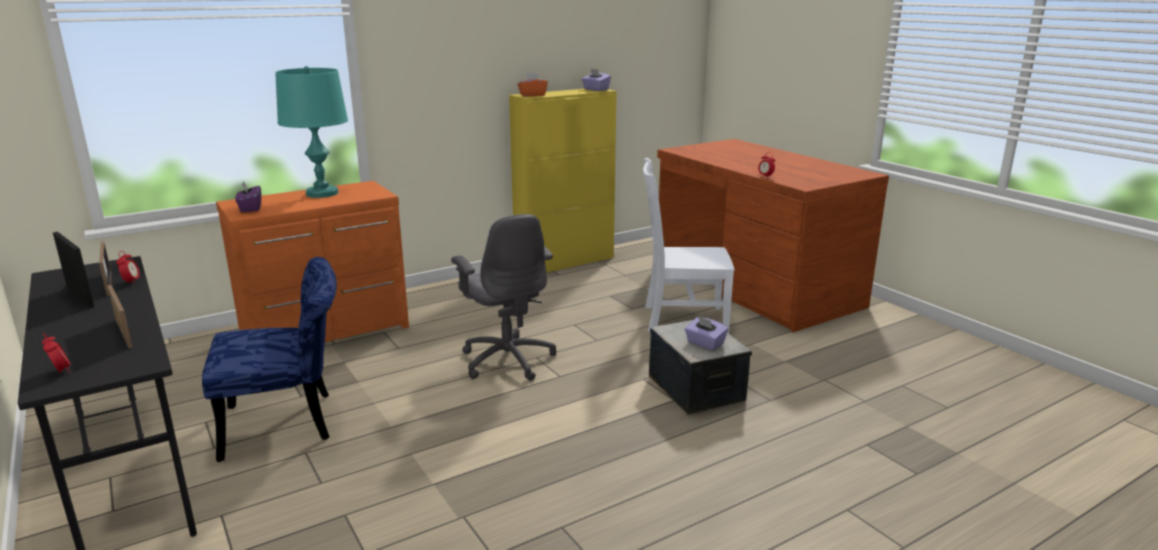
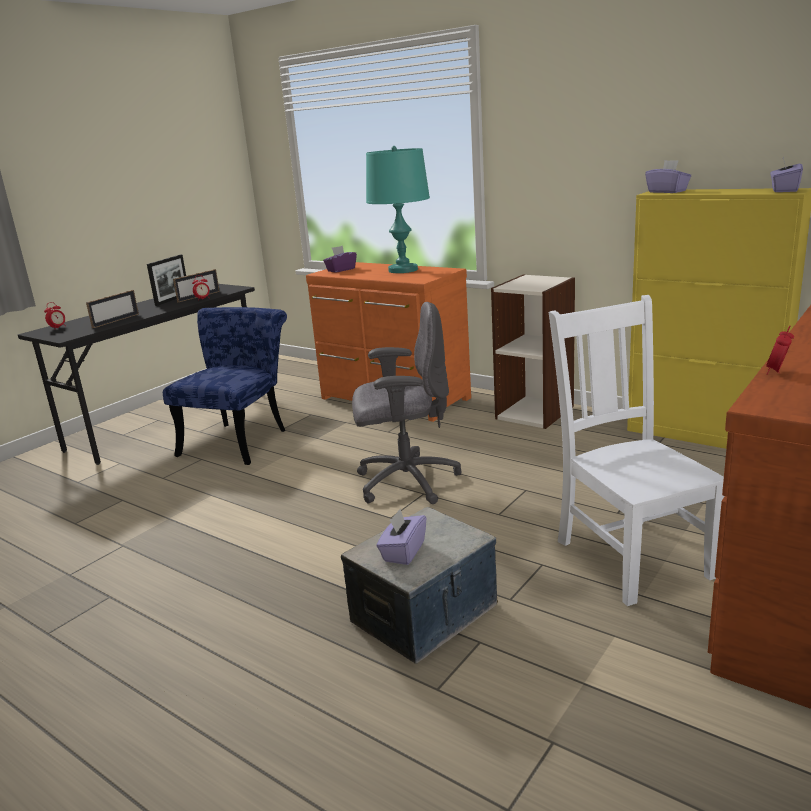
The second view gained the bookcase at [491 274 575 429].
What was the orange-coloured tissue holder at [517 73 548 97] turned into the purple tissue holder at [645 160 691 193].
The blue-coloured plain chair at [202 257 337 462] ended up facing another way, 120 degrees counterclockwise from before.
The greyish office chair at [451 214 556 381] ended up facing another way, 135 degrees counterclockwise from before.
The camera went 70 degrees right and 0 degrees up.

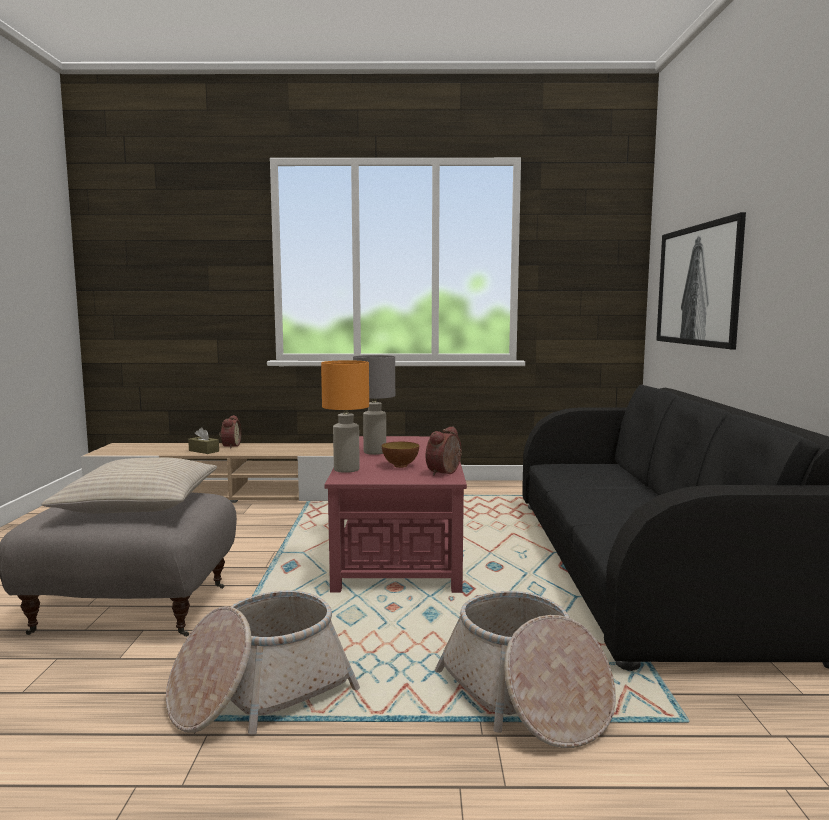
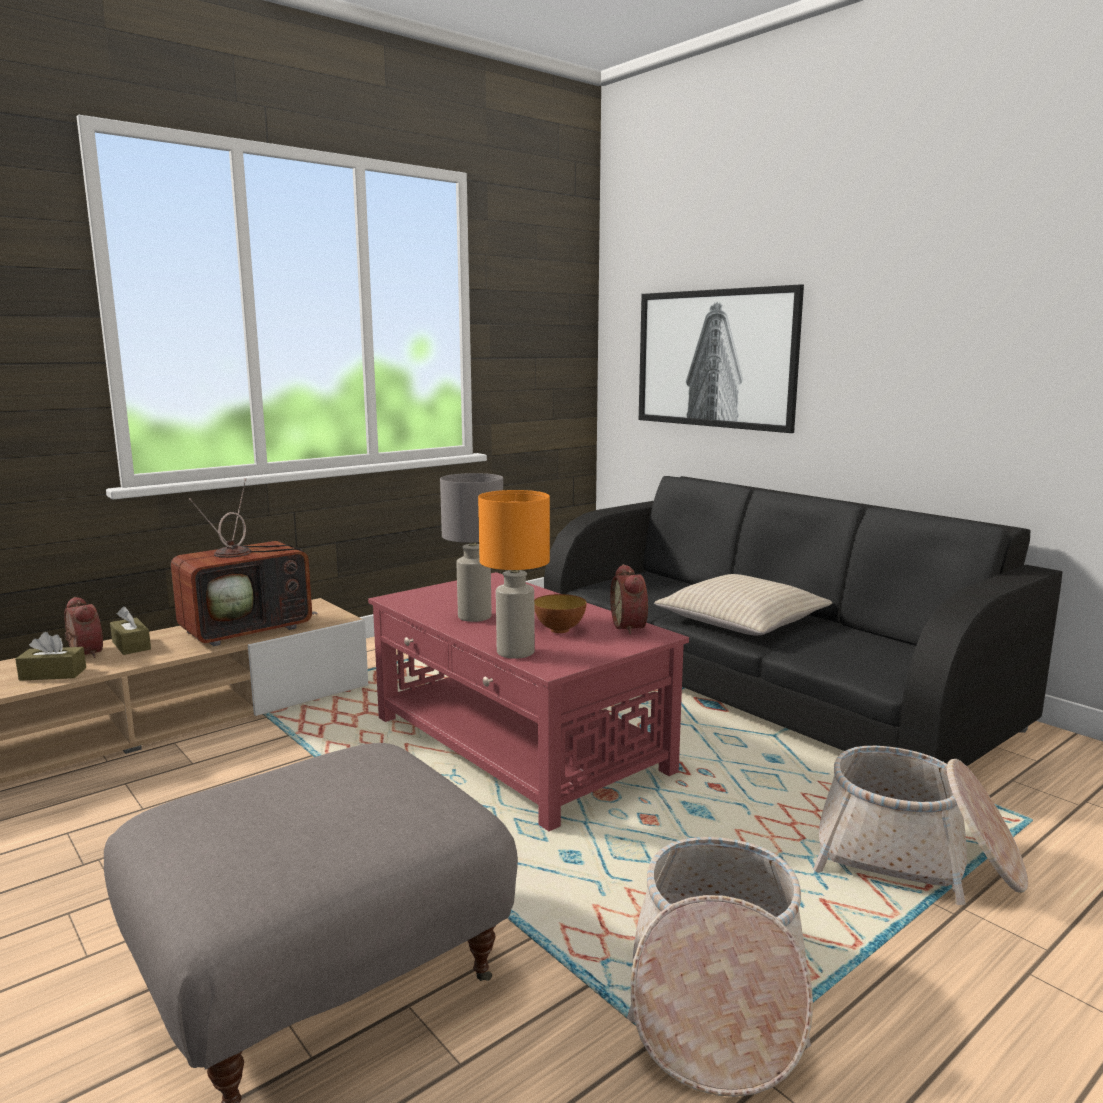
The second view gained the brown-coloured tissue holder at [110 606 151 655].
The second view gained the television at [171 478 318 646].
The beige throw pillow ended up elsewhere, having gone from [42 457 217 513] to [654 574 832 636].
The camera went 40 degrees left and 5 degrees up.

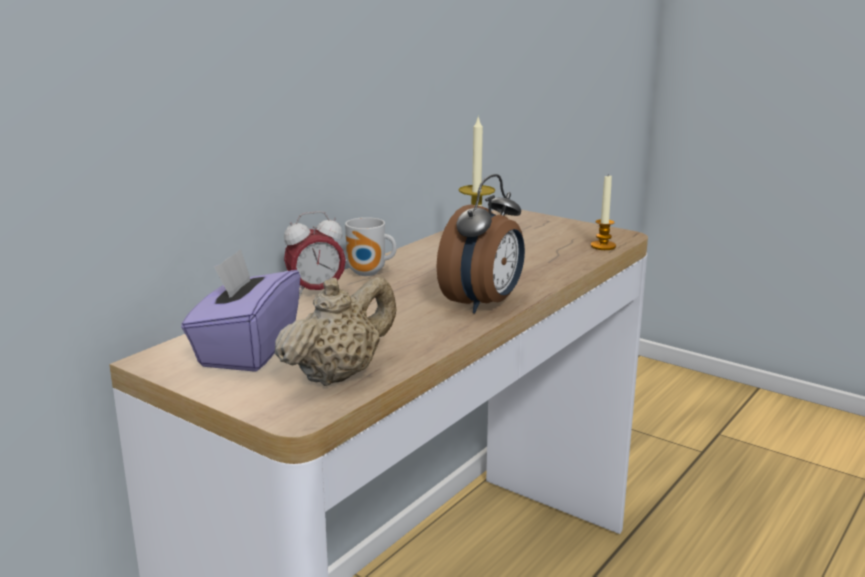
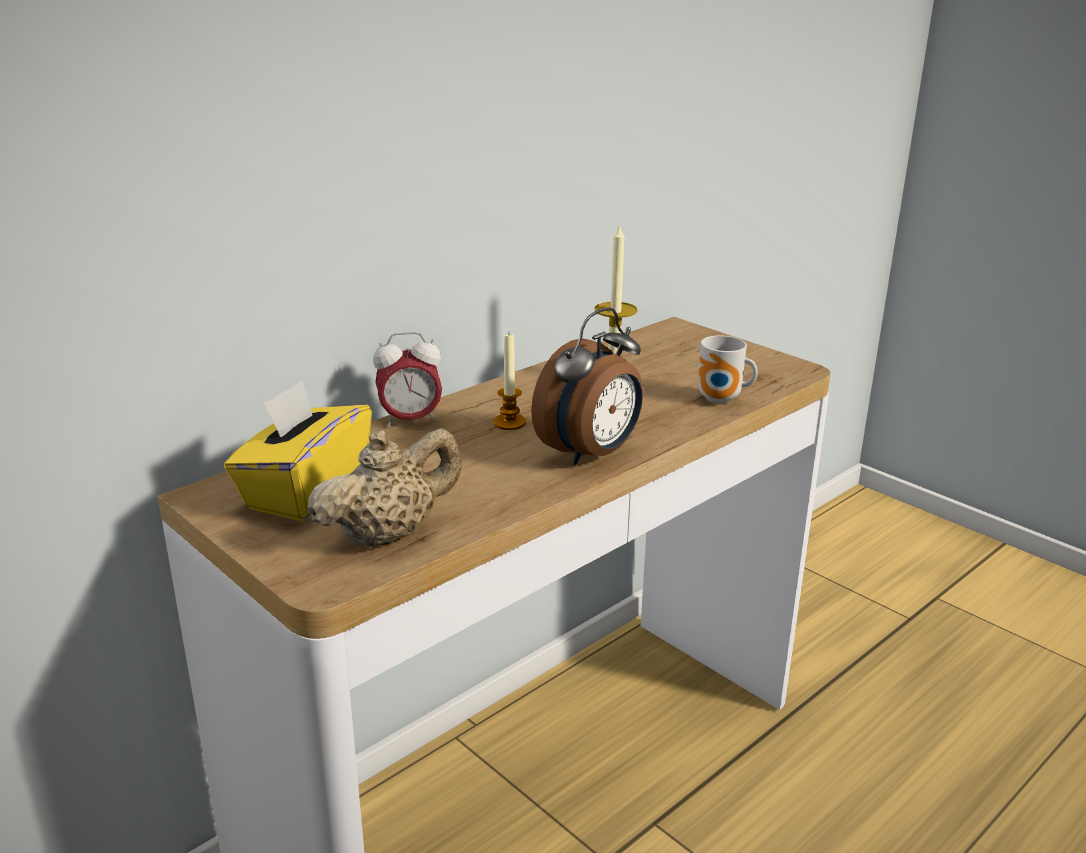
The tea mug ended up elsewhere, having gone from [345 217 397 276] to [698 335 758 403].
The wax candle ended up elsewhere, having gone from [591 176 616 250] to [493 334 526 430].
What was the purple tissue holder at [181 249 300 372] turned into the yellow tissue holder at [224 380 372 521].
The camera went 10 degrees right and 5 degrees up.

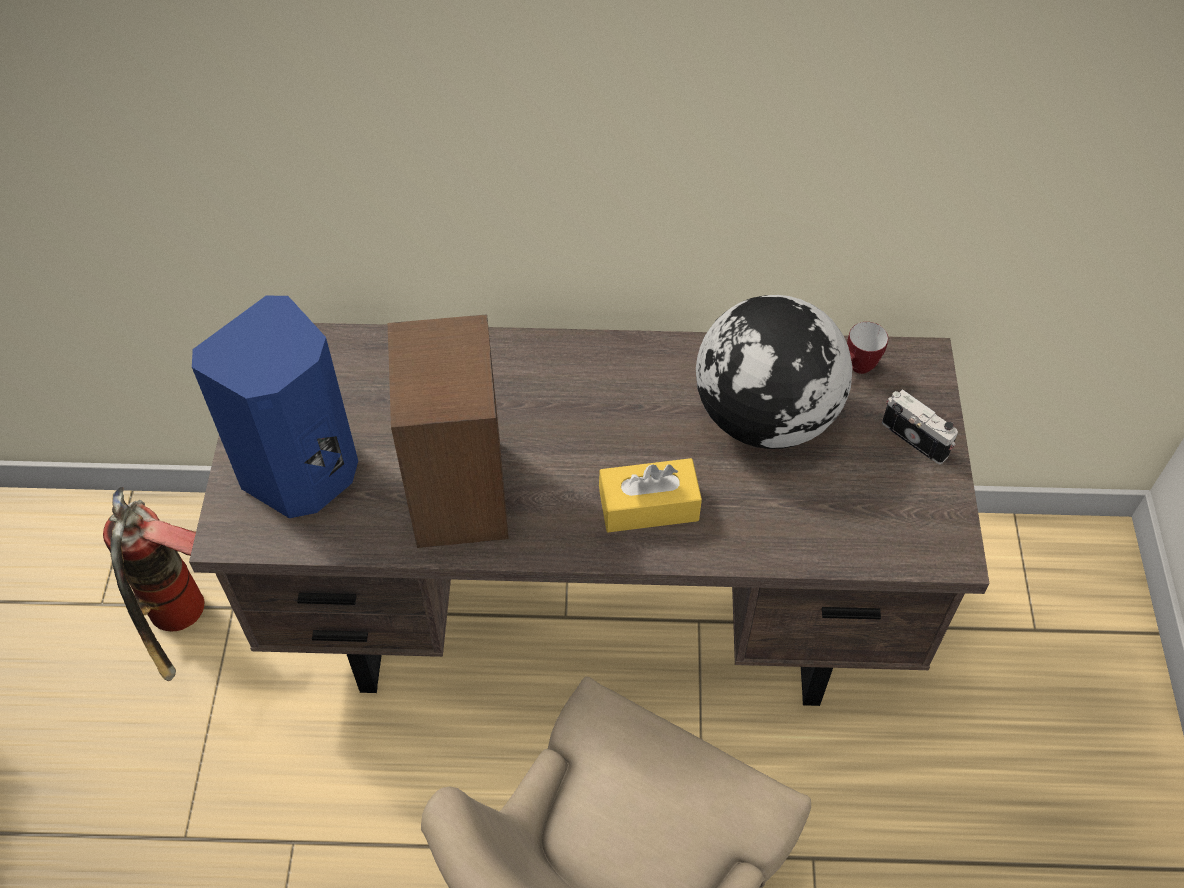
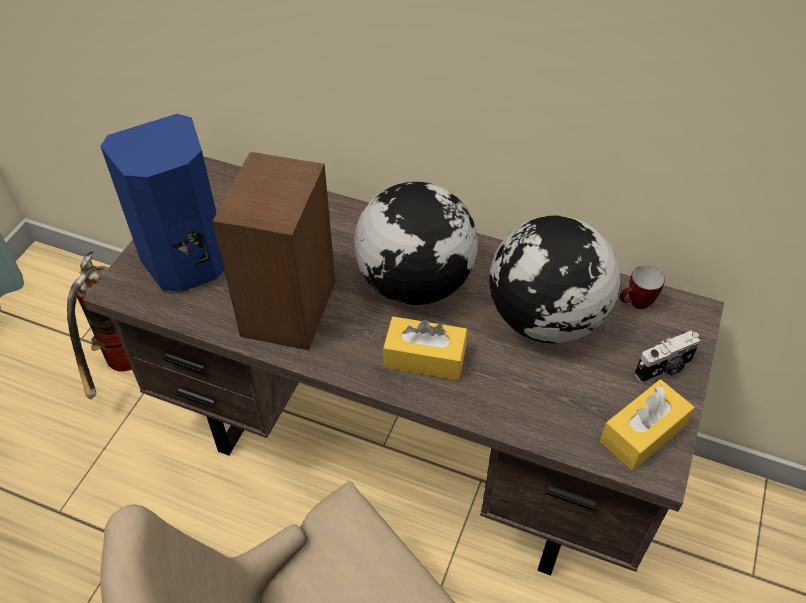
The second view gained the world globe at [354 182 478 305].
The second view gained the yellow tissue holder at [600 379 694 471].
The still camera at [882 389 958 464] ended up facing another way, 90 degrees clockwise from before.
The camera went 20 degrees right and 5 degrees down.

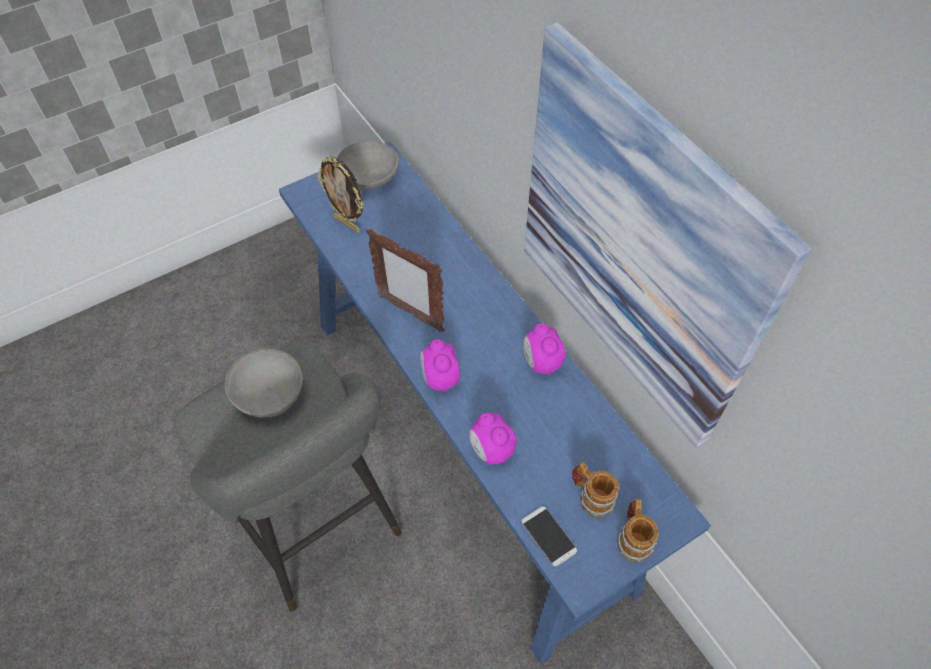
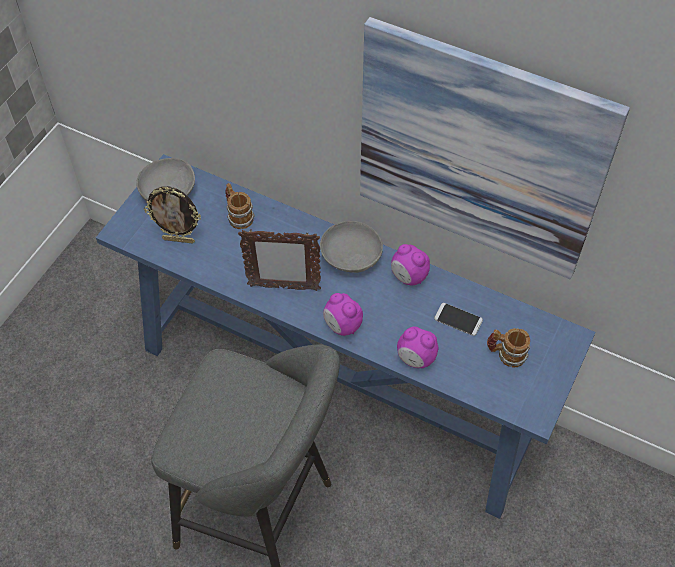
The greyish serving bowl ended up elsewhere, having gone from [225 349 303 418] to [320 221 383 273].
The telephone ended up elsewhere, having gone from [522 506 577 566] to [434 303 483 336].
The tea mug ended up elsewhere, having gone from [617 498 659 562] to [225 183 255 229].
The camera went 30 degrees left and 0 degrees up.

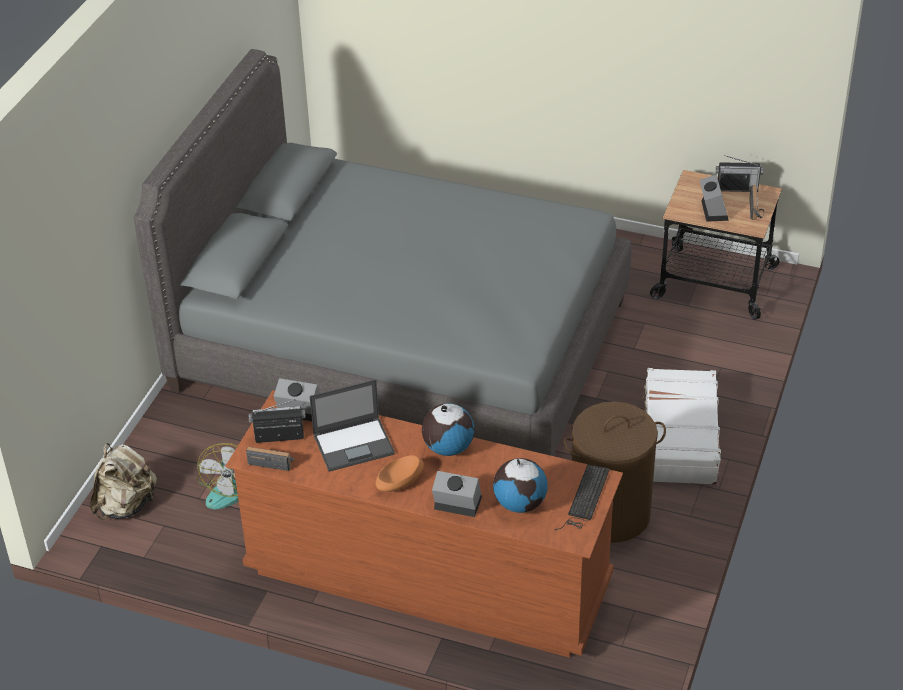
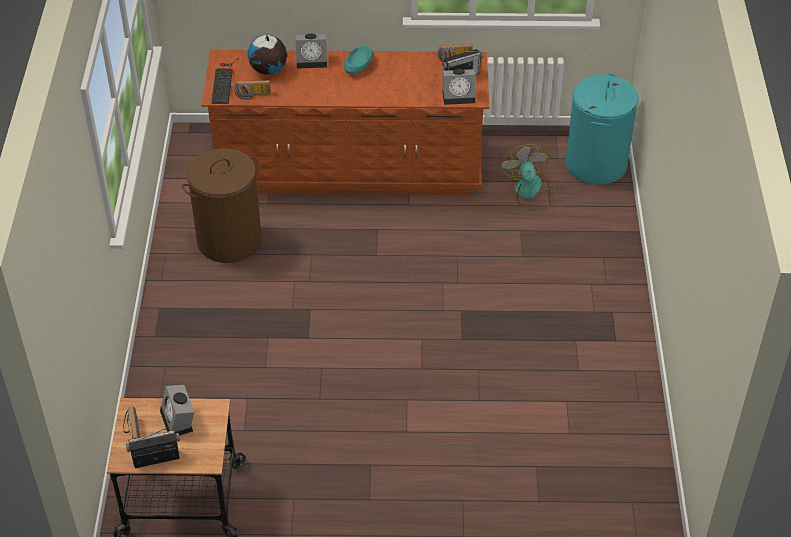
The second view lost the greyish sleeping bed at [133 49 632 456].
The second view lost the laptop at [310 379 395 472].
The second view lost the world globe at [422 403 474 456].
The second view lost the white suitcase at [640 368 721 485].
The second view gained the radio receiver at [234 80 271 100].
Where the beige rucksack stood at [90 443 157 520], the blue-green hamper came to stand at [566 73 638 185].
What was the orange-coloured serving bowl at [376 455 424 492] turned into the blue-green serving bowl at [344 45 373 74].
The camera went 160 degrees right and 5 degrees up.

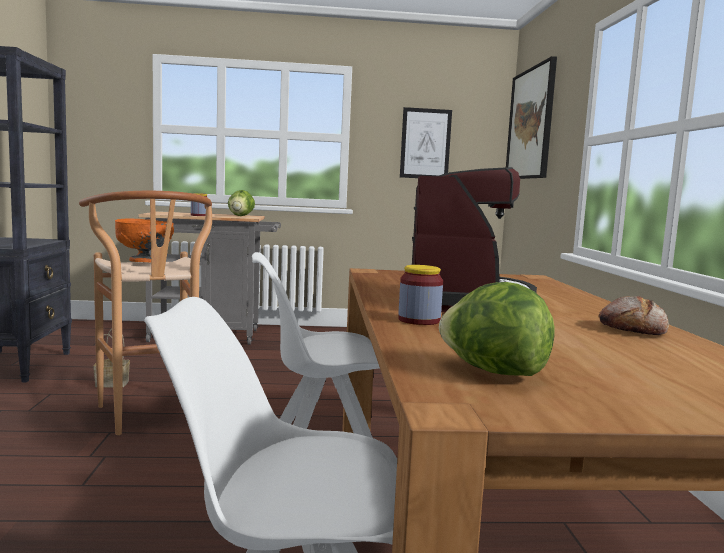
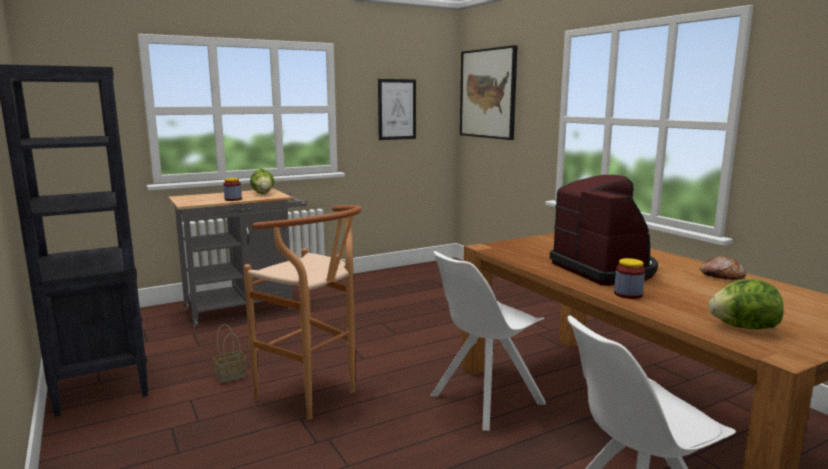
The second view lost the orange-coloured serving bowl at [115 219 174 262].
The camera went 25 degrees left and 5 degrees up.

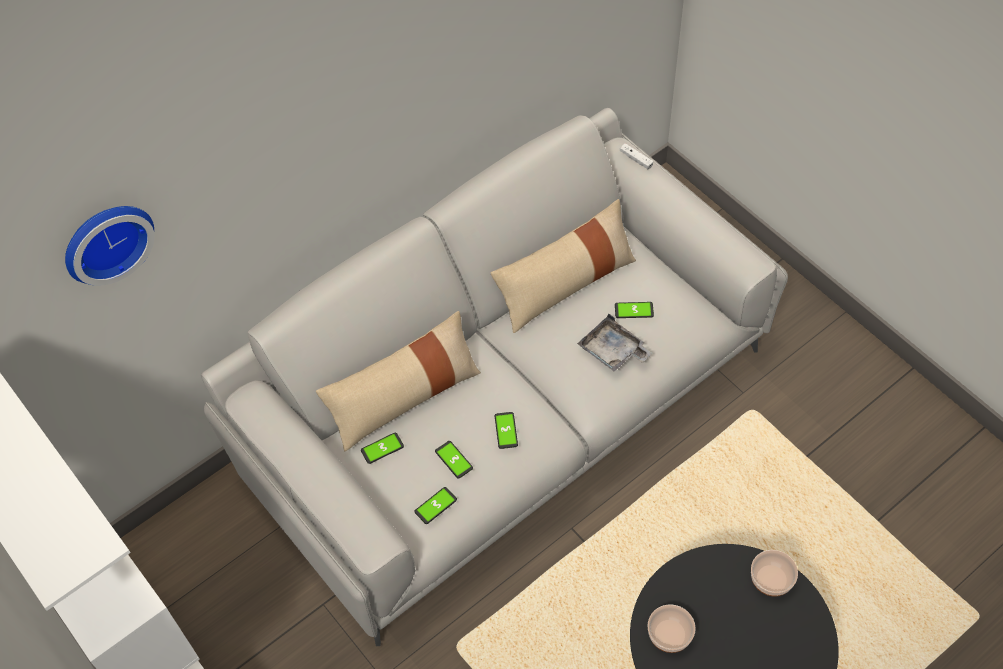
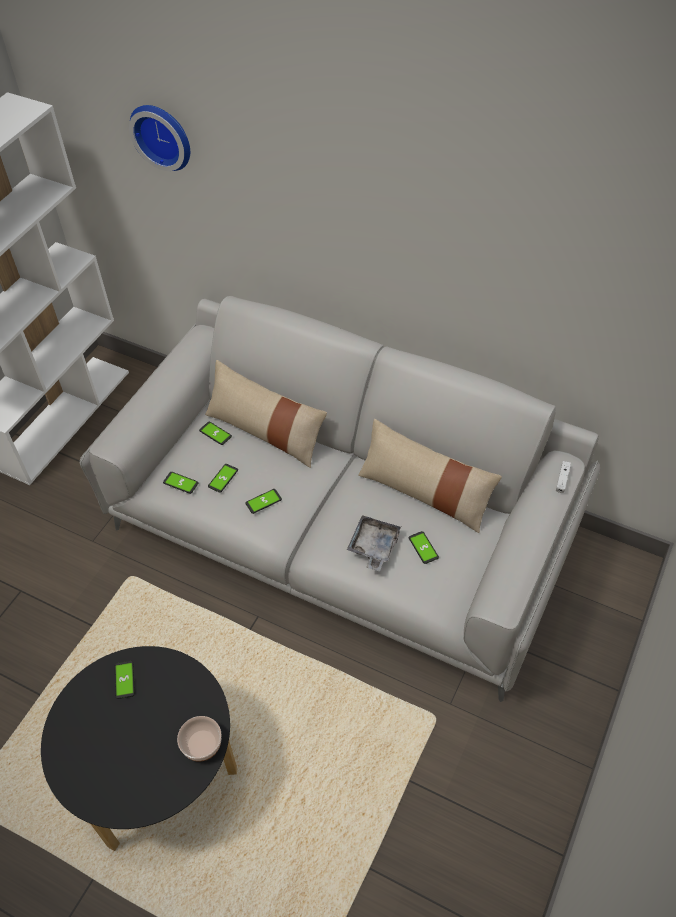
Where the serving bowl stood at [647 604 695 653], the telephone came to stand at [115 661 135 699].
The camera went 65 degrees right and 5 degrees down.

